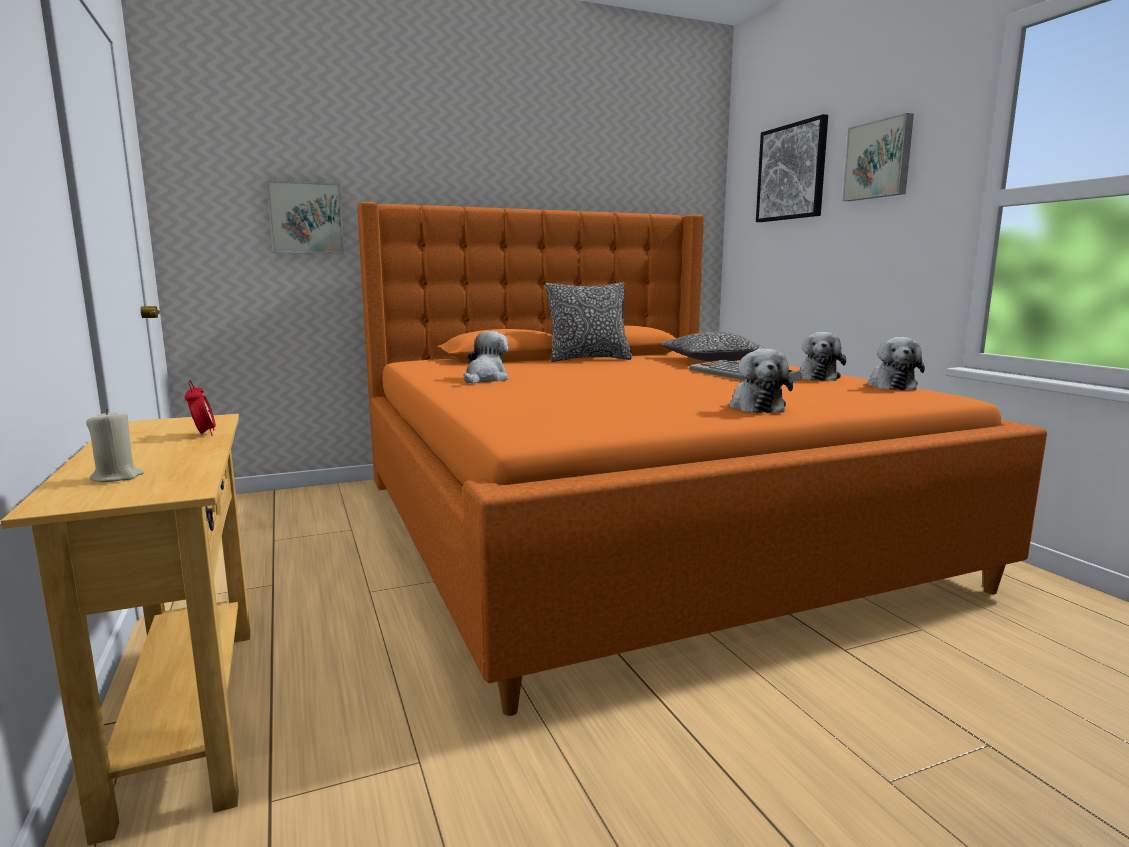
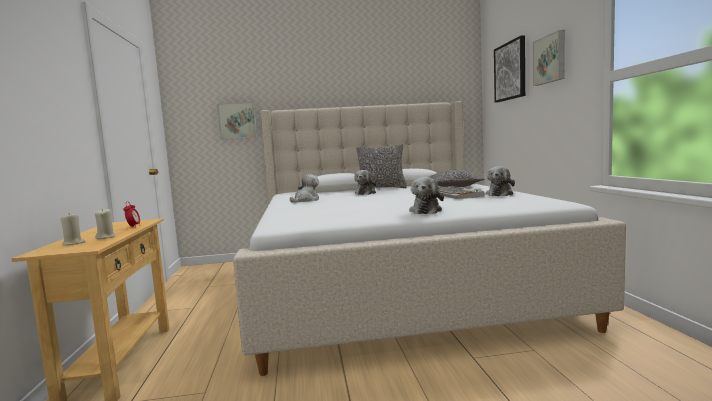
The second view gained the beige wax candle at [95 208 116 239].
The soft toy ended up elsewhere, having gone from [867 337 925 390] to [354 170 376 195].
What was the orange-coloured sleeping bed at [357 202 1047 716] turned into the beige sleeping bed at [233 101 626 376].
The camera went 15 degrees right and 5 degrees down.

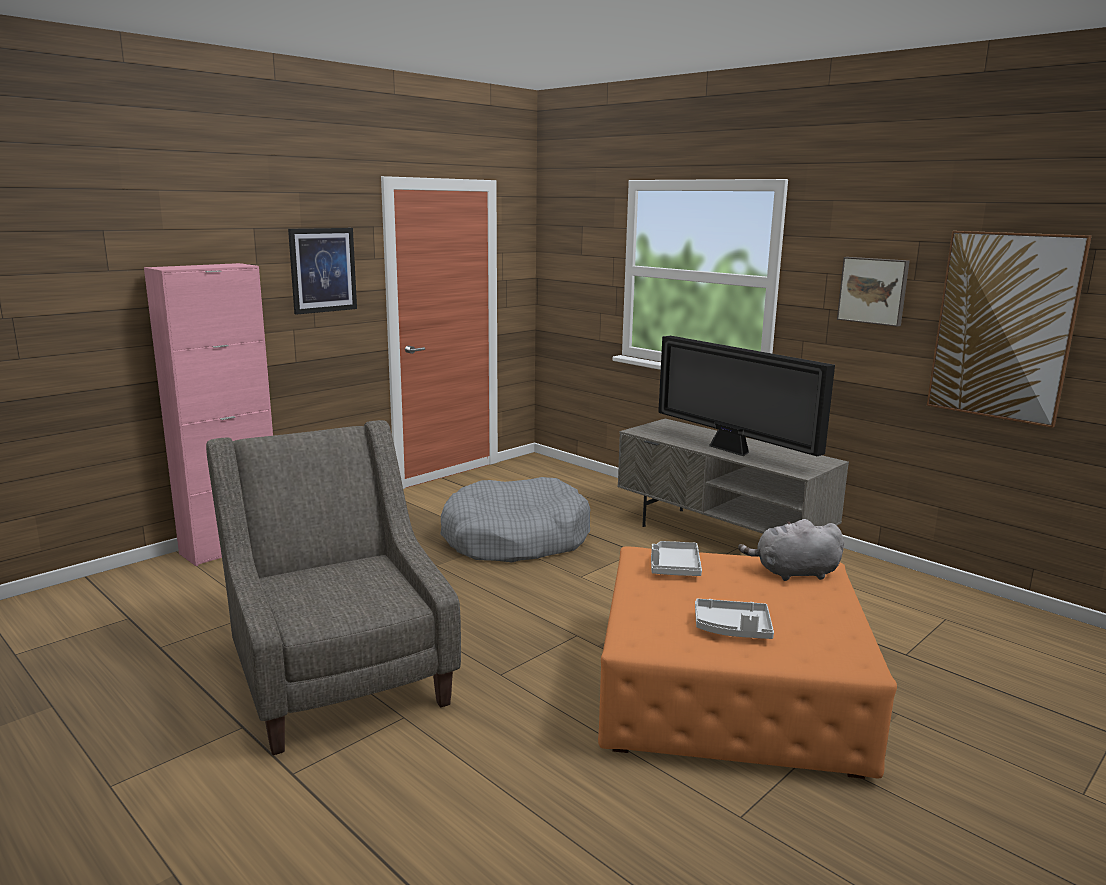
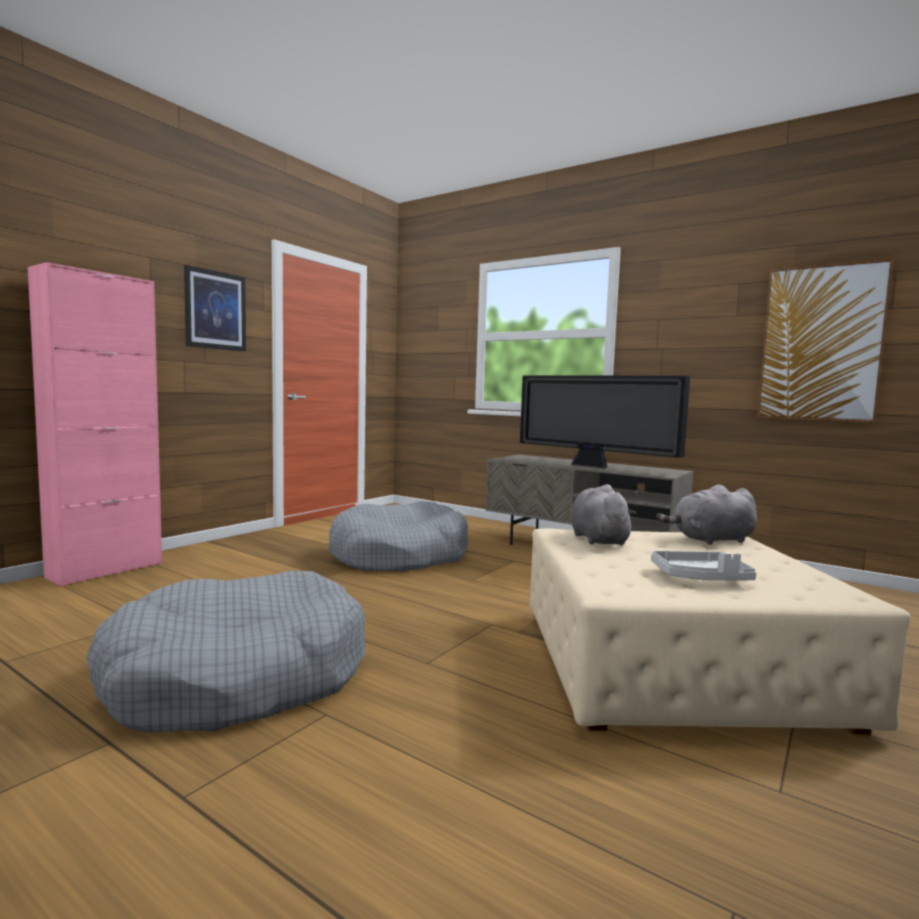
The second view lost the picture at [837 257 909 327].
Where the greyish easy chair stood at [206 420 461 755], the greyish dog cushion came to stand at [86 571 365 732].
Where the greyish carrying tray stood at [651 541 702 576], the greyish soft toy came to stand at [571 484 636 545].
What was the orange-coloured ottoman at [598 546 897 779] turned into the beige ottoman at [529 528 911 735].
The camera went 10 degrees left and 10 degrees down.

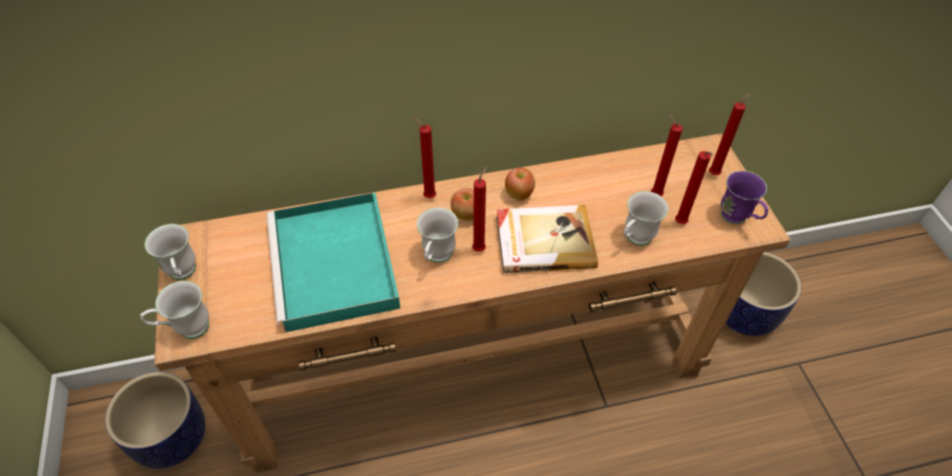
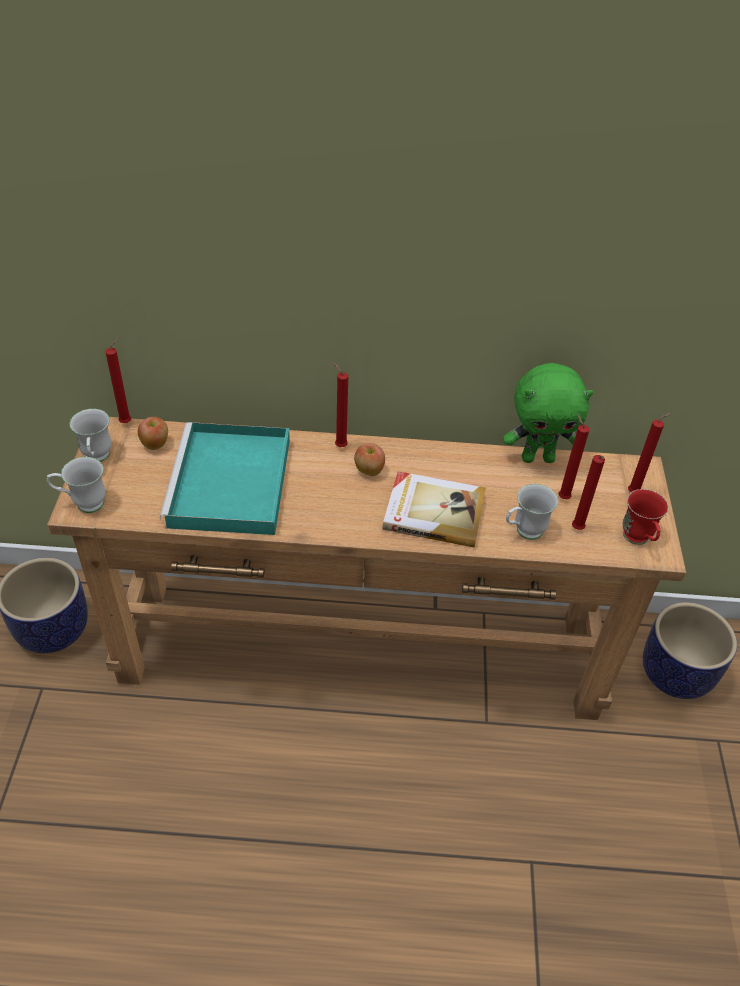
The second view lost the white tea mug at [417 207 458 263].
The second view gained the green-coloured soft toy at [503 363 593 463].
The red-coloured wax candle ended up elsewhere, having gone from [472 167 487 252] to [105 338 131 423].
The apple ended up elsewhere, having gone from [505 167 535 201] to [138 417 168 450].
What was the purple tea mug at [721 171 768 224] turned into the red-coloured tea mug at [623 489 669 545].
The camera went 15 degrees right and 5 degrees down.

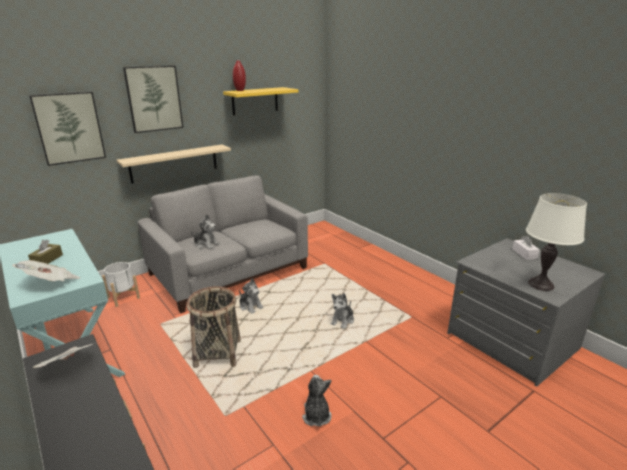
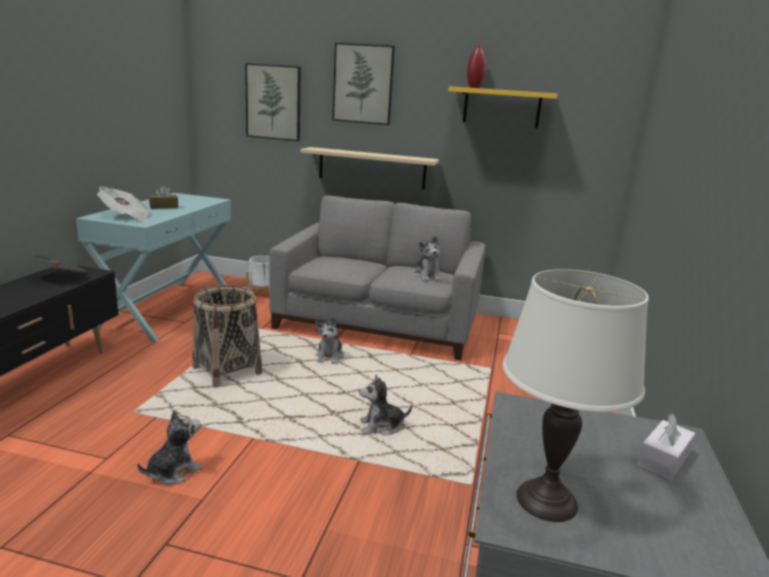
The soft toy ended up elsewhere, having gone from [191 214 220 249] to [414 236 442 281].
The camera went 50 degrees right and 5 degrees down.

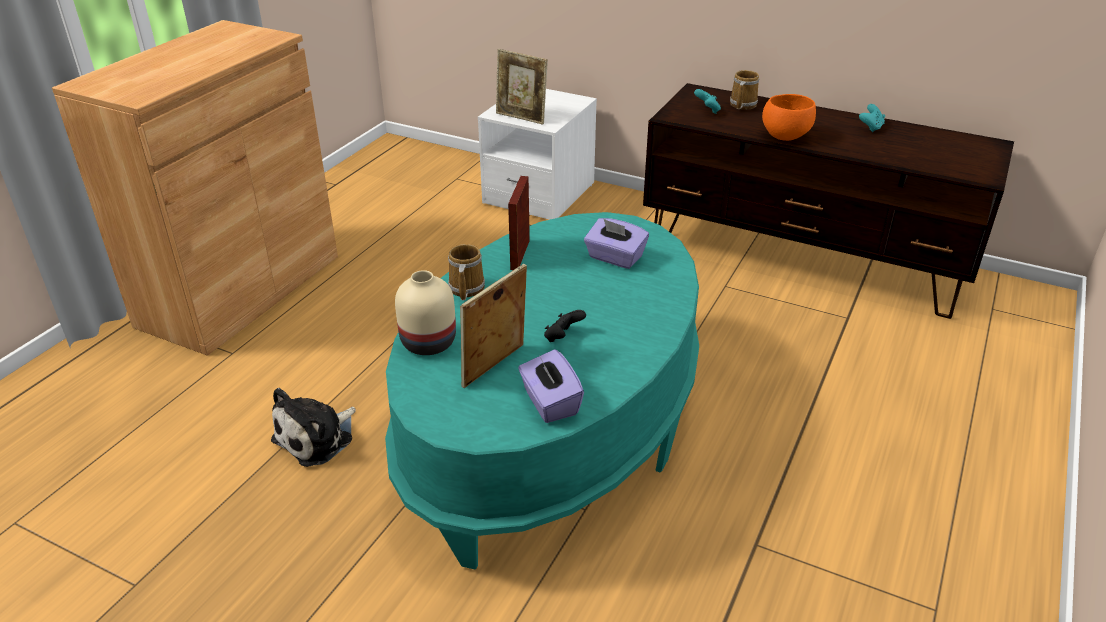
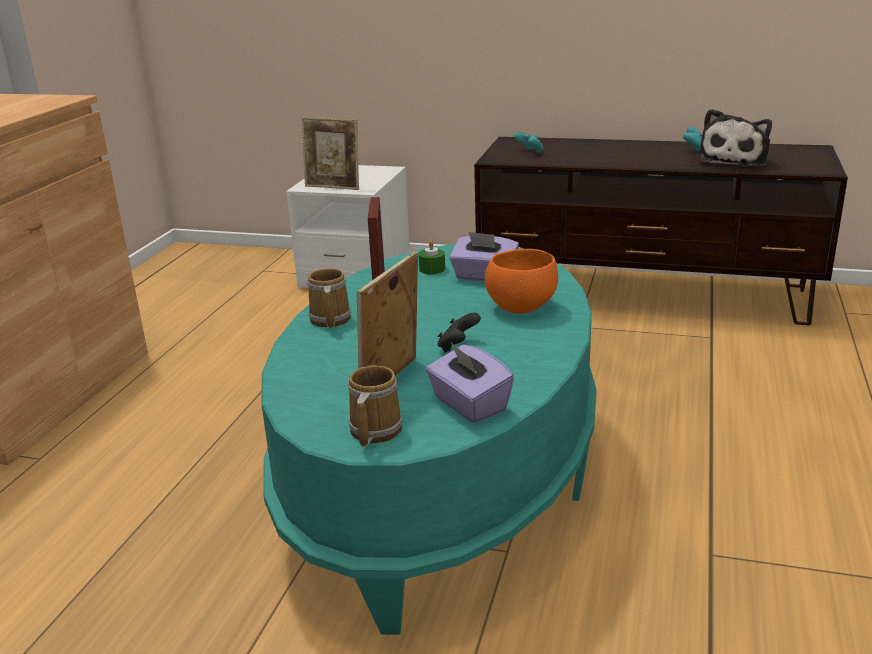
The second view lost the beige flower vase at [395 270 456 355].
The second view gained the green-coloured wax candle at [418 240 445 274].
The soft toy ended up elsewhere, having gone from [271 388 356 467] to [699 109 772 167].
The tea mug ended up elsewhere, having gone from [730 70 759 110] to [348 365 403 447].
The orange-coloured serving bowl ended up elsewhere, having gone from [762 94 816 141] to [485 249 558 314].
The camera went 10 degrees left and 10 degrees down.

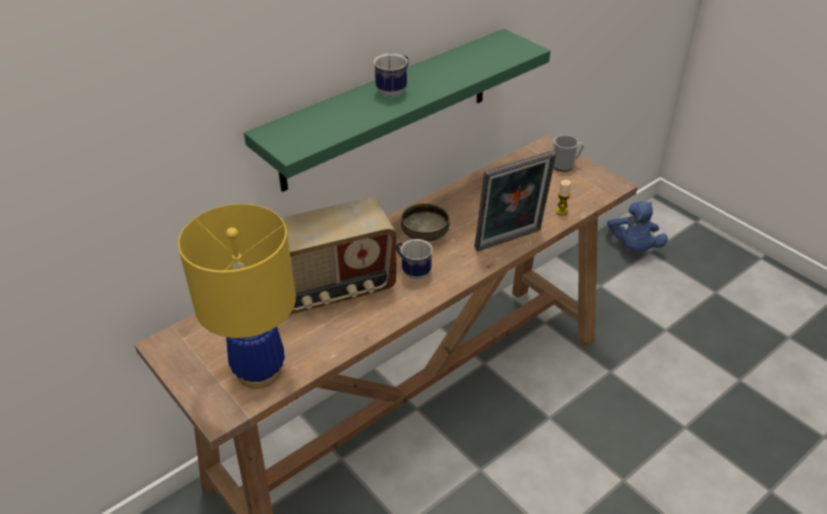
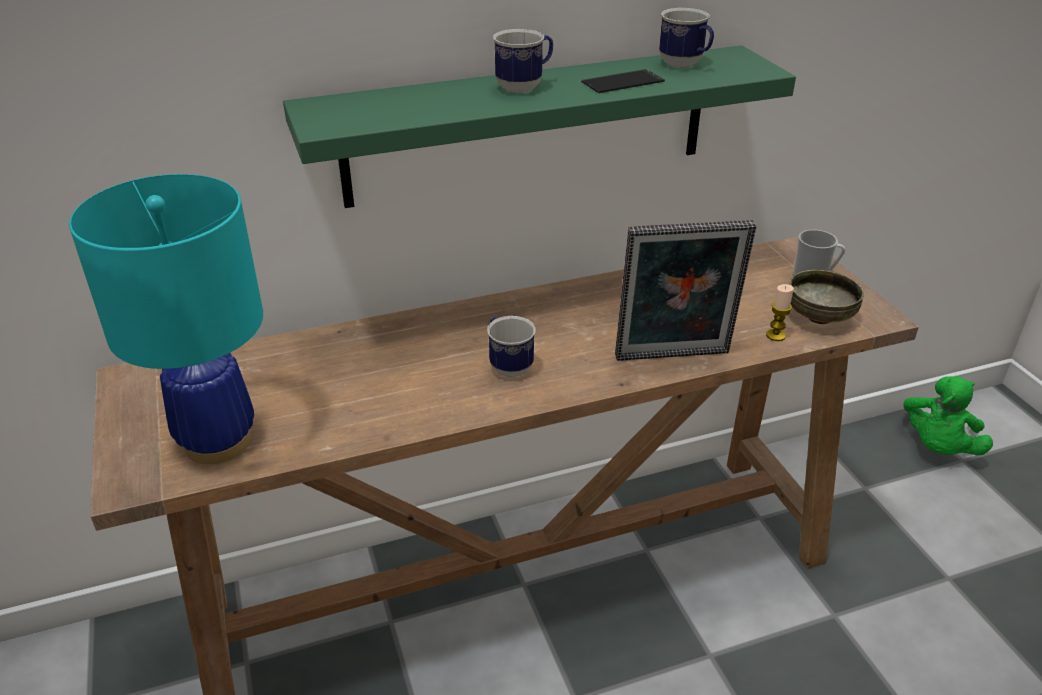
The second view lost the radio receiver at [281 198 397 314].
The second view gained the telephone at [581 69 665 93].
The second view gained the tea mug at [659 8 714 68].
The serving bowl ended up elsewhere, having gone from [401 203 450 242] to [789 270 864 324].
What was the yellow lamp for a table at [178 204 296 389] turned into the blue-green lamp for a table at [69 174 263 465].
What was the blue-coloured soft toy at [607 201 668 252] turned into the green-coloured soft toy at [904 376 993 455].
The camera went 20 degrees right and 5 degrees down.

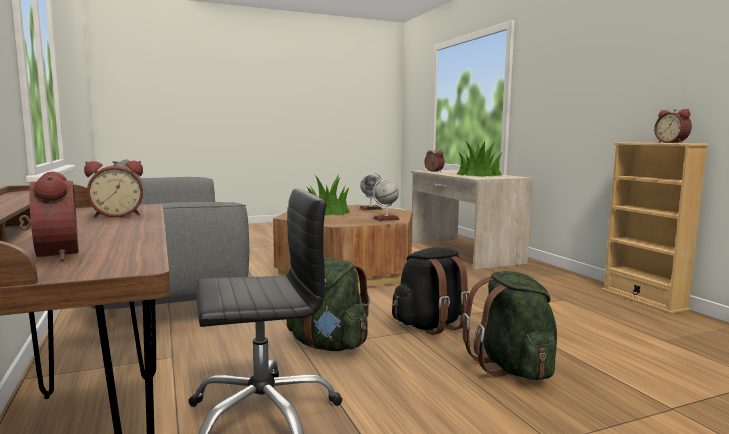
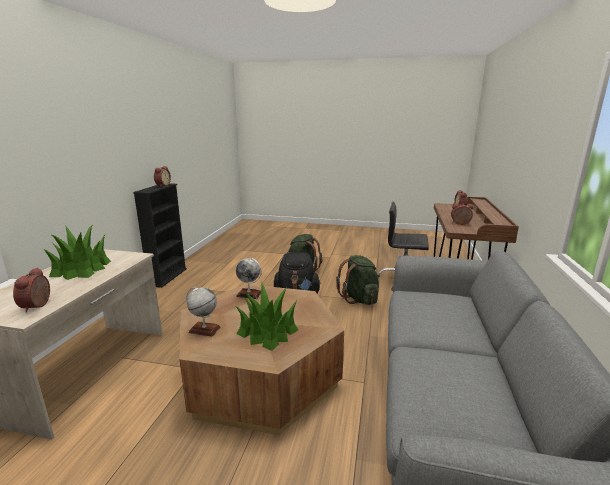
What was the beige bookcase at [602 142 709 314] turned into the black bookcase at [133 183 187 288].
The camera went 145 degrees left and 10 degrees up.

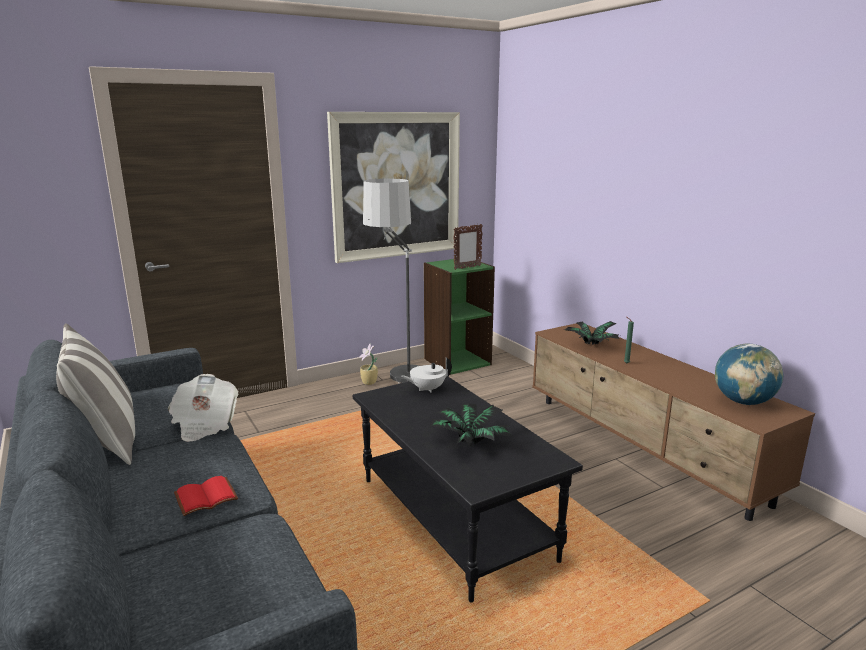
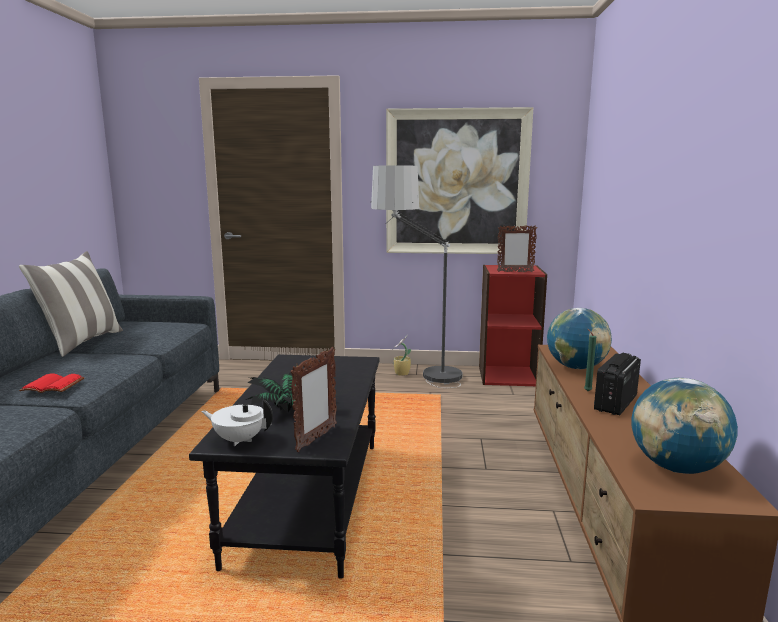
The second view lost the newspaper at [168 374 239 442].
The second view gained the photo frame at [290 347 337 452].
The second view gained the radio receiver at [594 353 641 415].
The white tea pot ended up elsewhere, having gone from [401 357 452 393] to [201 400 273 446].
Where the houseplant stood at [563 321 619 345], the world globe came to stand at [547 308 612 369].
What was the green-coloured bookcase at [424 259 495 375] turned into the red-coloured bookcase at [479 265 547 386].
The camera went 35 degrees right and 5 degrees down.

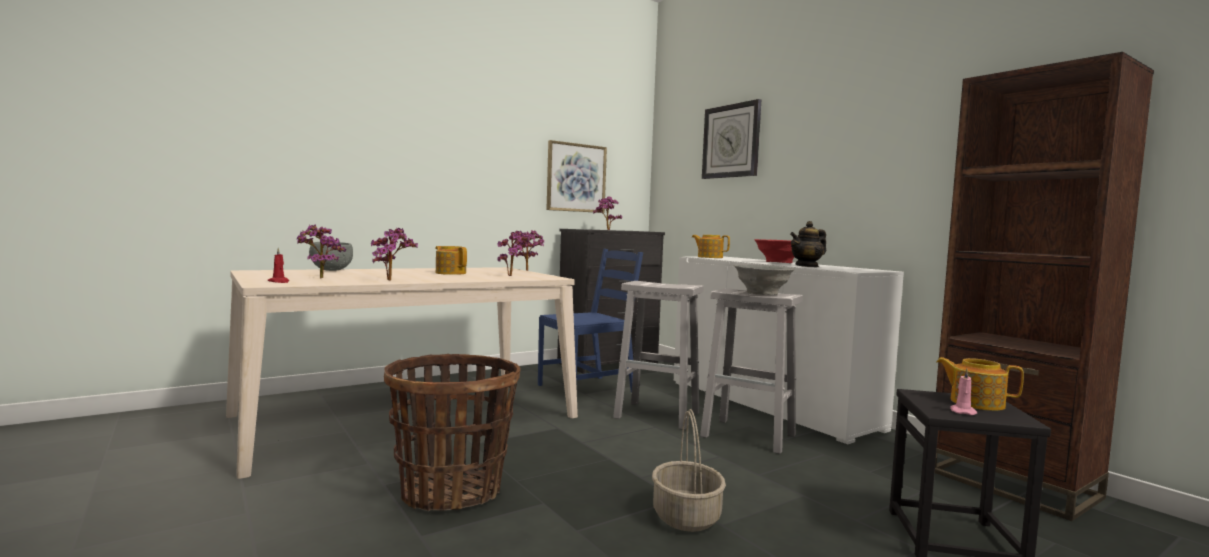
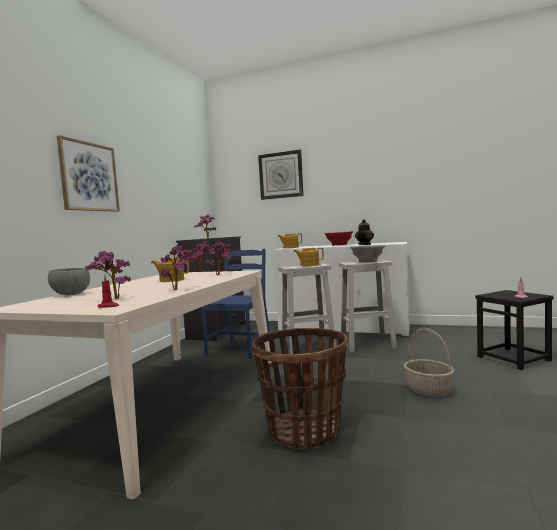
The second view lost the brown-coloured bookcase at [935 52 1154 521].
The picture ended up elsewhere, having gone from [546 140 607 213] to [57 135 120 212].
The tea pot ended up elsewhere, having gone from [936 357 1024 411] to [293 247 324 266].
The camera went 35 degrees left and 0 degrees up.

